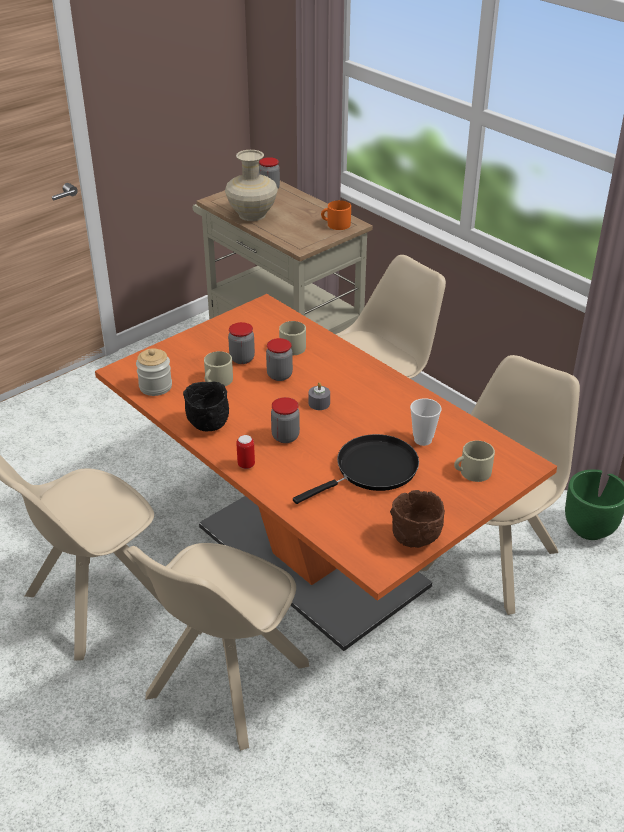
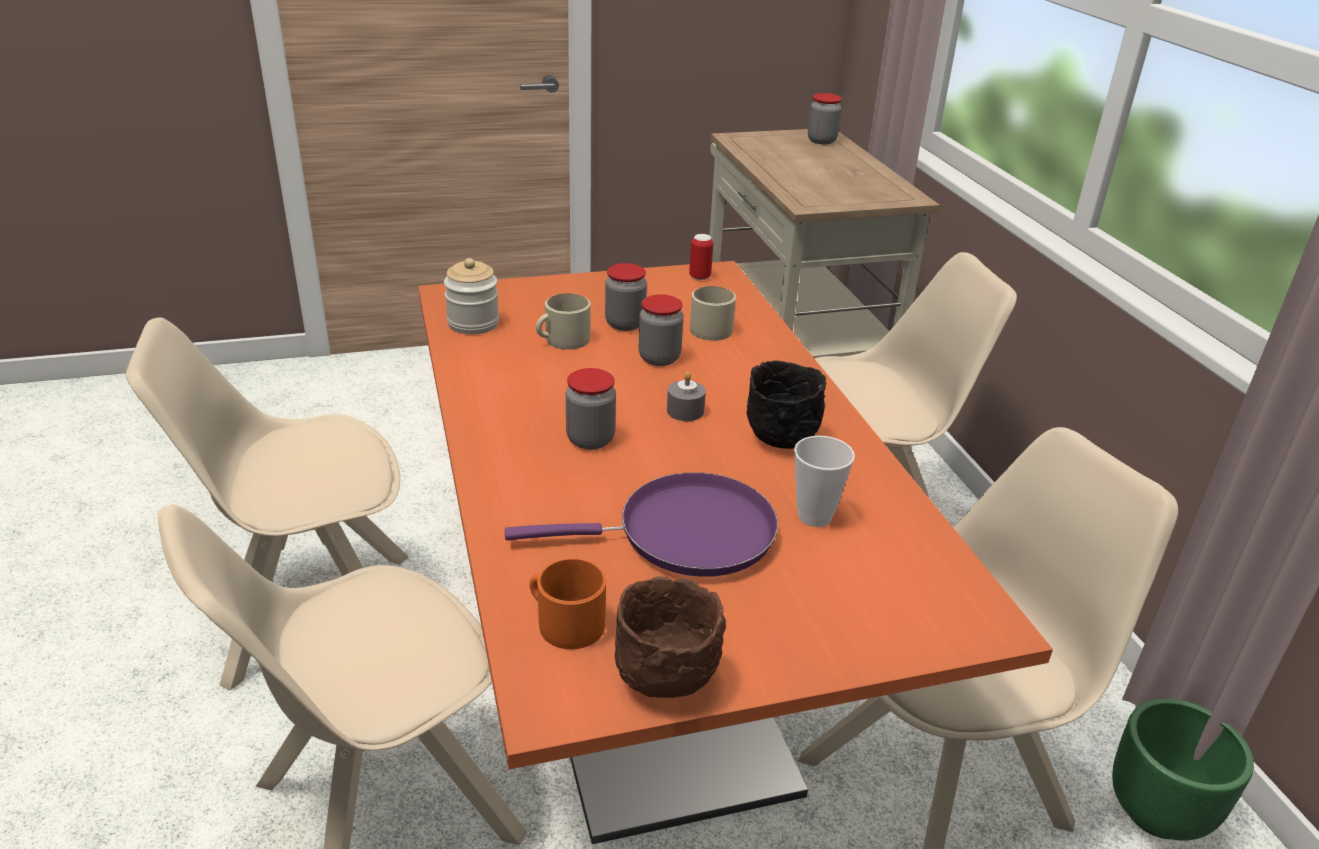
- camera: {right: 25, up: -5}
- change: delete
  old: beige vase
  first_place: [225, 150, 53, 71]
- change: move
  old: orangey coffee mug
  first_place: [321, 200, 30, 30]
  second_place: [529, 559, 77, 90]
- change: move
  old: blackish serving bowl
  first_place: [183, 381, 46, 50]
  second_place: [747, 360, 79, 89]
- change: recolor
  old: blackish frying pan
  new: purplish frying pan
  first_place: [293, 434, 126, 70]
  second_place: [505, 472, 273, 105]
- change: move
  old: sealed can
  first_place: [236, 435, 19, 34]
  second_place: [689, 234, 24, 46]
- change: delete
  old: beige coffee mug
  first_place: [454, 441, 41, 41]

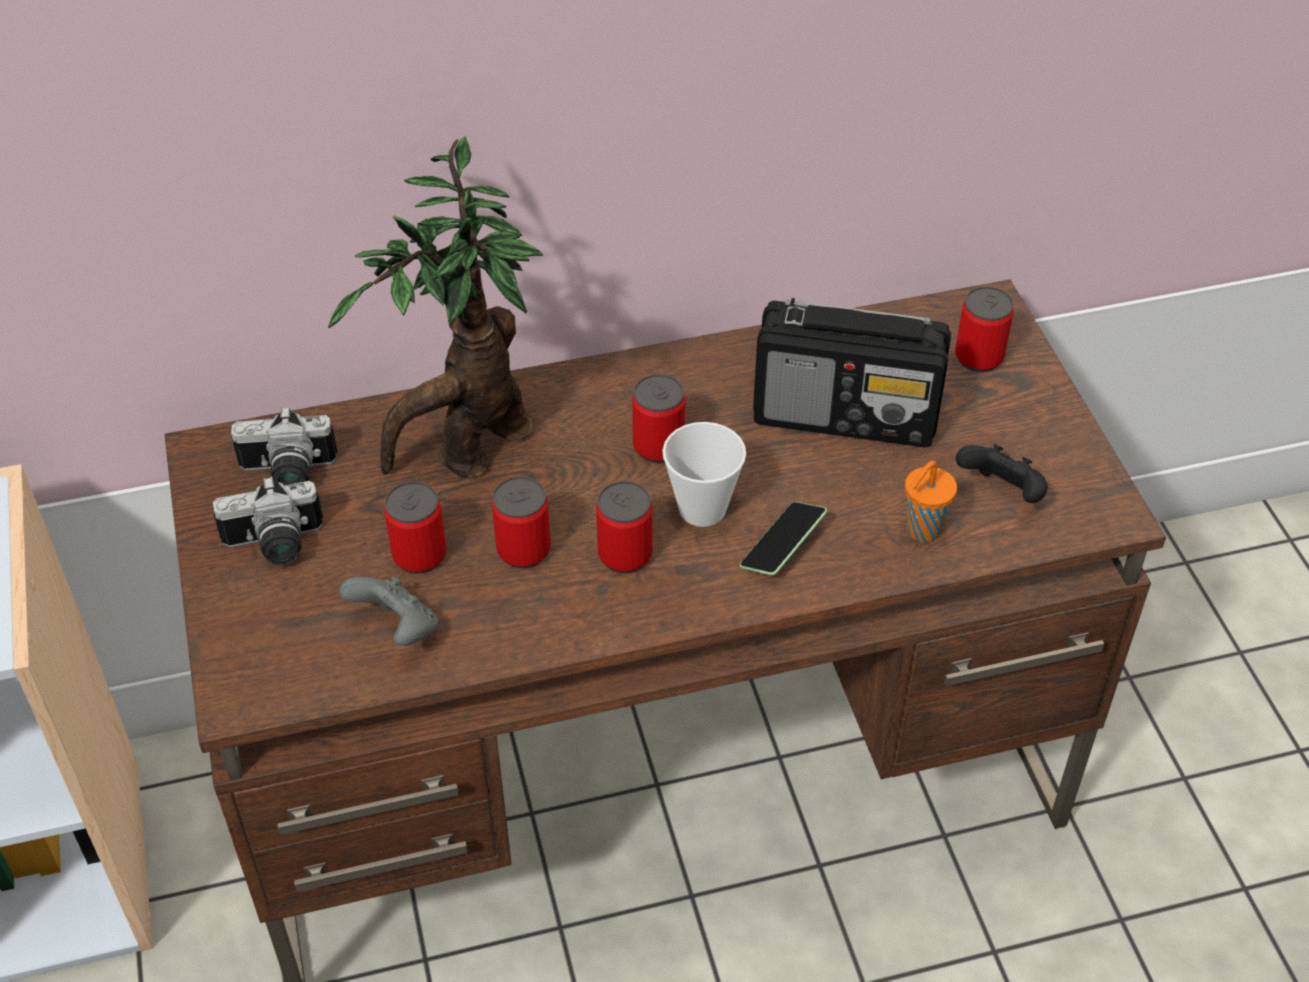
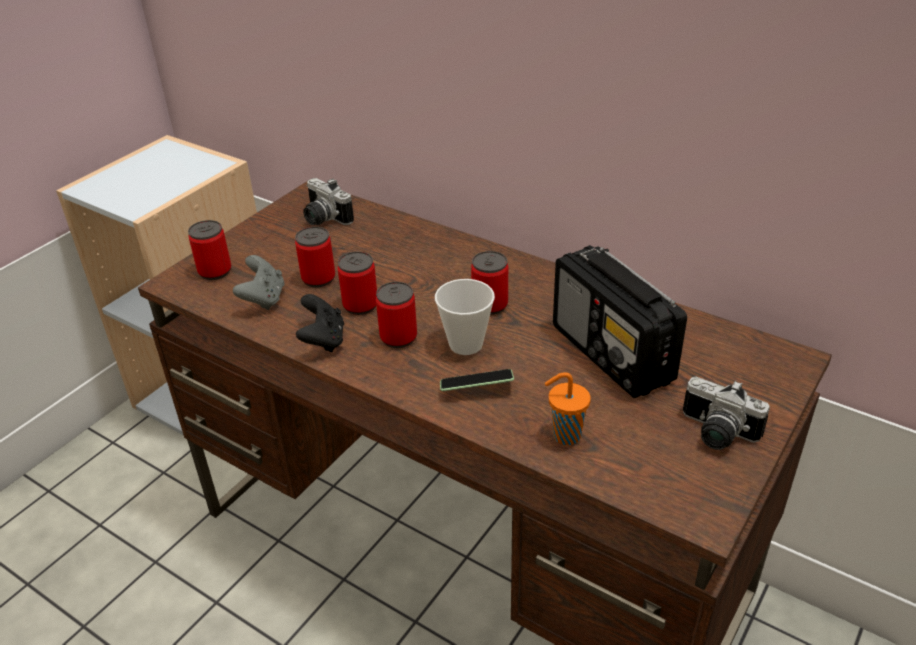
- camera: {right: 50, up: -10}
- change: delete
  old: plant in a pot
  first_place: [328, 136, 215, 342]
- change: move
  old: sealed can
  first_place: [955, 286, 59, 86]
  second_place: [188, 220, 43, 60]
- change: move
  old: blackish joypad
  first_place: [956, 444, 92, 59]
  second_place: [296, 294, 48, 58]
- change: move
  old: still camera
  first_place: [213, 476, 110, 89]
  second_place: [683, 377, 87, 73]

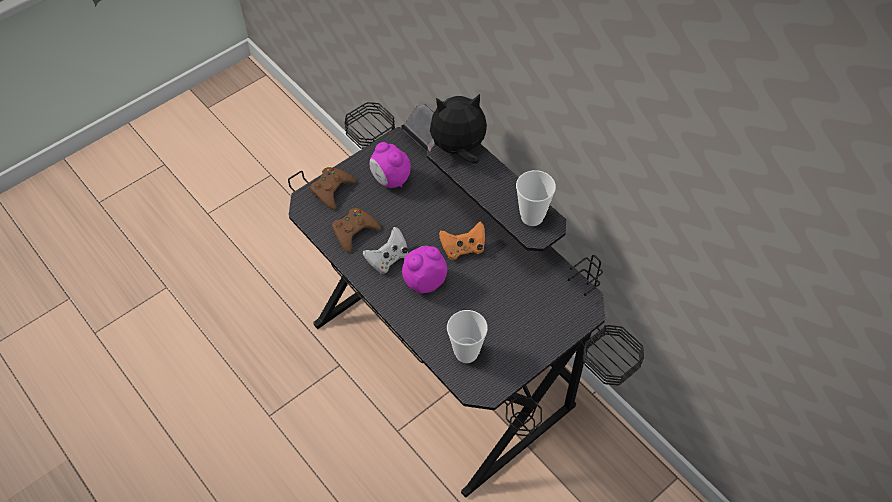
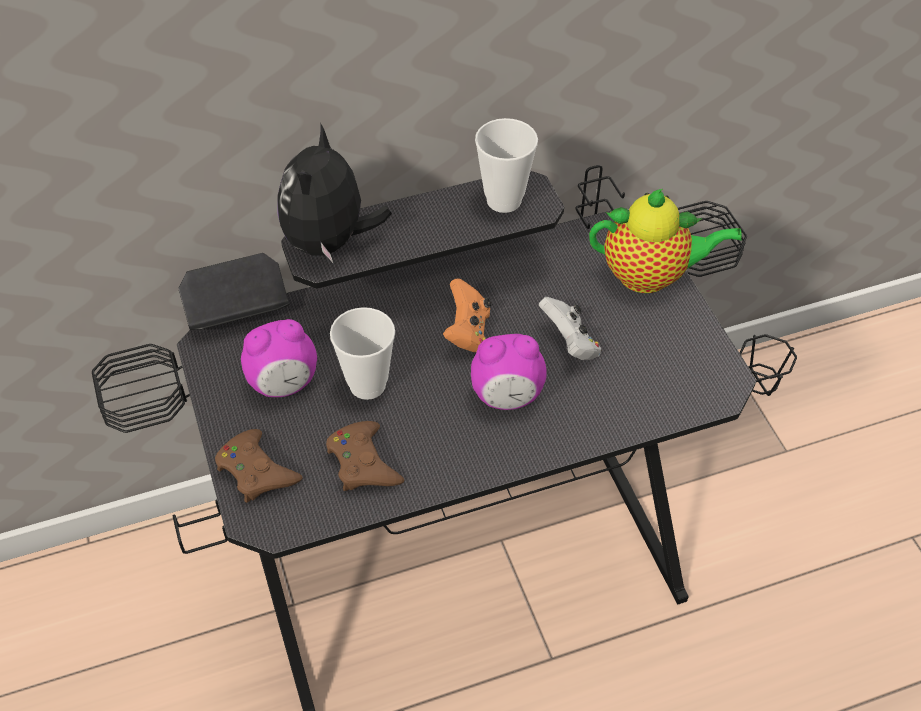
- camera: {right: -70, up: -5}
- change: move
  old: white joypad
  first_place: [363, 227, 45, 46]
  second_place: [538, 297, 63, 63]
- change: rotate
  old: bedside clock
  first_place: [402, 246, 45, 47]
  second_place: [471, 334, 76, 76]
  degrees: -90
- change: move
  old: small cup
  first_place: [447, 310, 41, 53]
  second_place: [330, 307, 65, 93]
- change: insert
  new: teapot
  second_place: [589, 189, 153, 104]

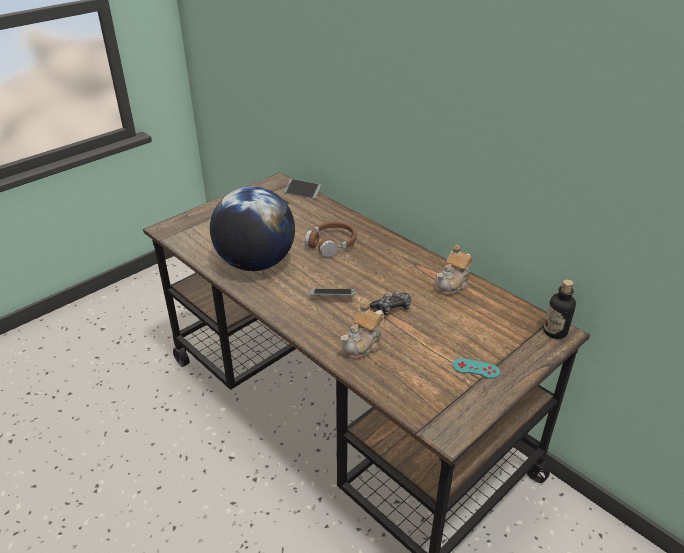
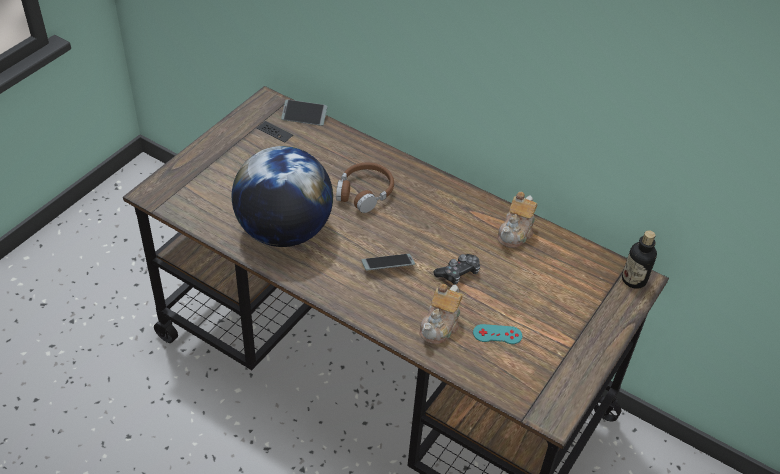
- camera: {right: -15, up: 10}
- change: move
  old: blue-green joypad
  first_place: [453, 358, 47, 21]
  second_place: [473, 324, 49, 20]

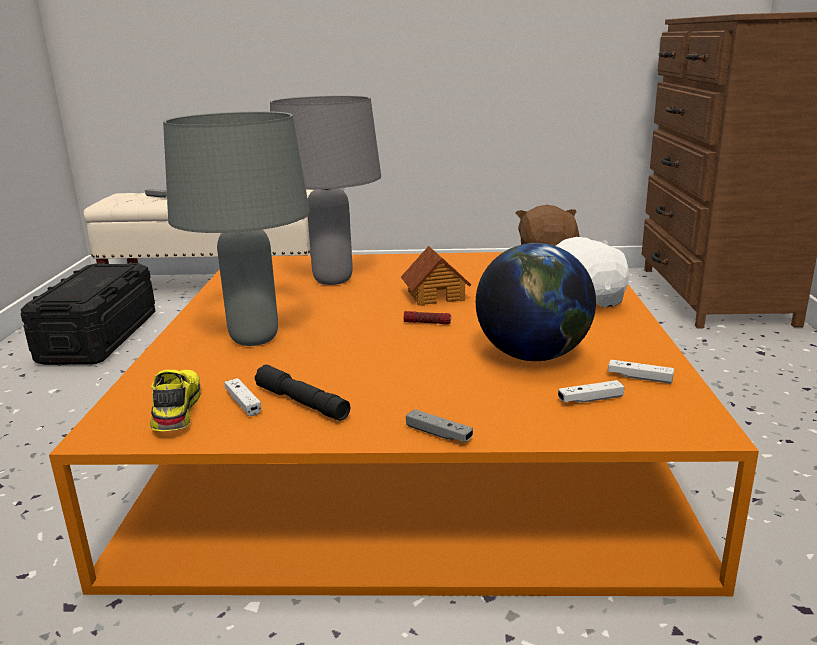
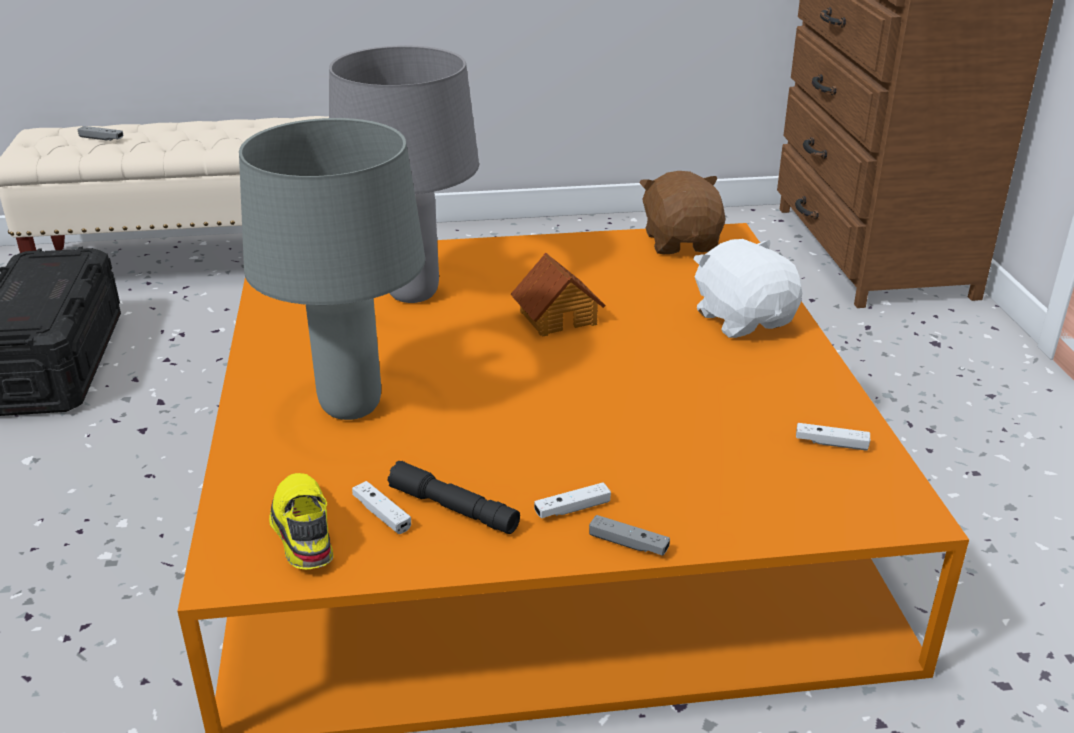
- camera: {right: -10, up: 10}
- change: delete
  old: desk globe
  first_place: [476, 243, 120, 118]
- change: delete
  old: hand torch
  first_place: [404, 311, 47, 14]
- change: move
  old: white joypad
  first_place: [558, 380, 66, 23]
  second_place: [534, 483, 77, 35]

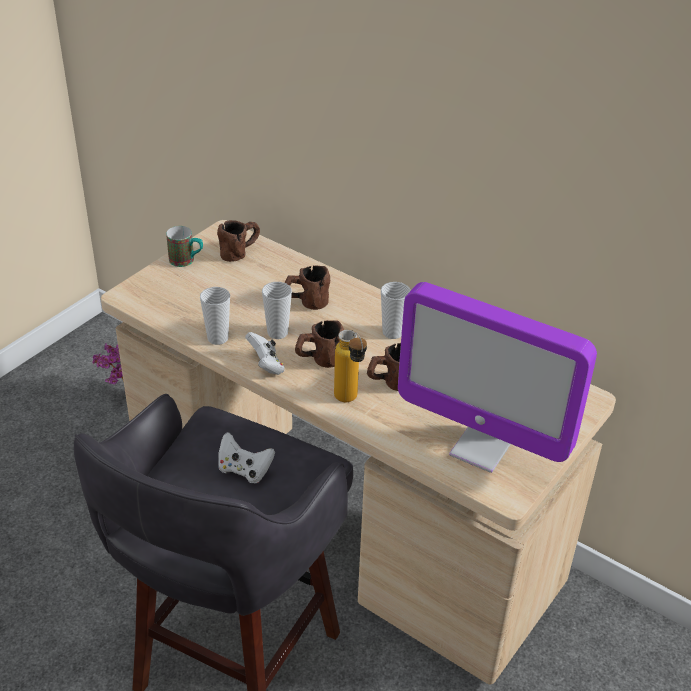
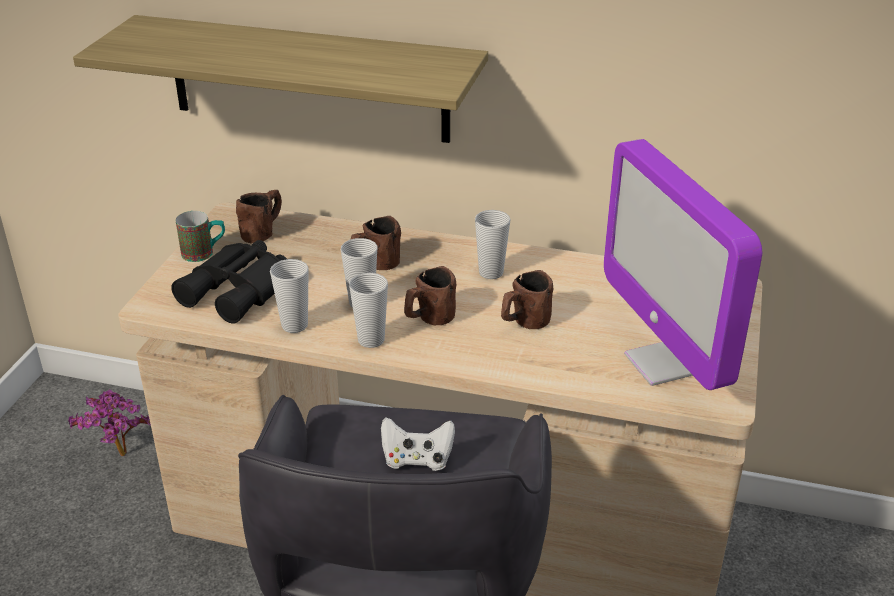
- camera: {right: -20, up: -5}
- change: rotate
  old: computer screen
  first_place: [398, 282, 199, 191]
  second_place: [604, 139, 158, 251]
  degrees: 60
- change: delete
  old: bottle
  first_place: [334, 330, 33, 72]
- change: replace
  old: white joypad
  new: small cup
  first_place: [245, 332, 40, 43]
  second_place: [349, 273, 39, 75]
- change: insert
  new: shelf
  second_place: [73, 15, 415, 128]
- change: insert
  new: blackish pair of binoculars
  second_place: [171, 240, 116, 84]

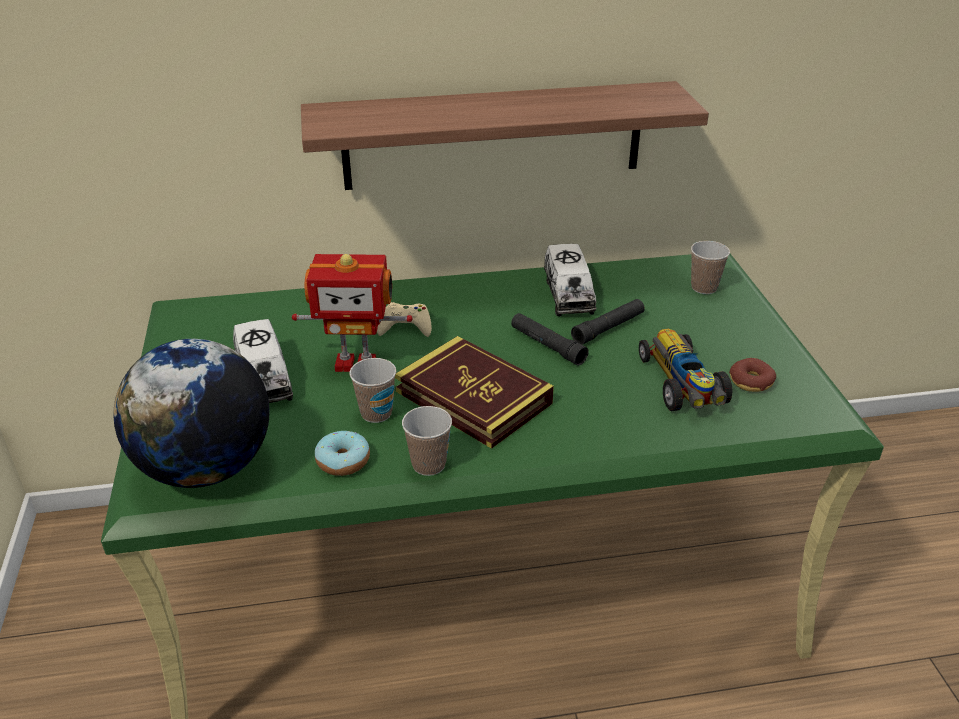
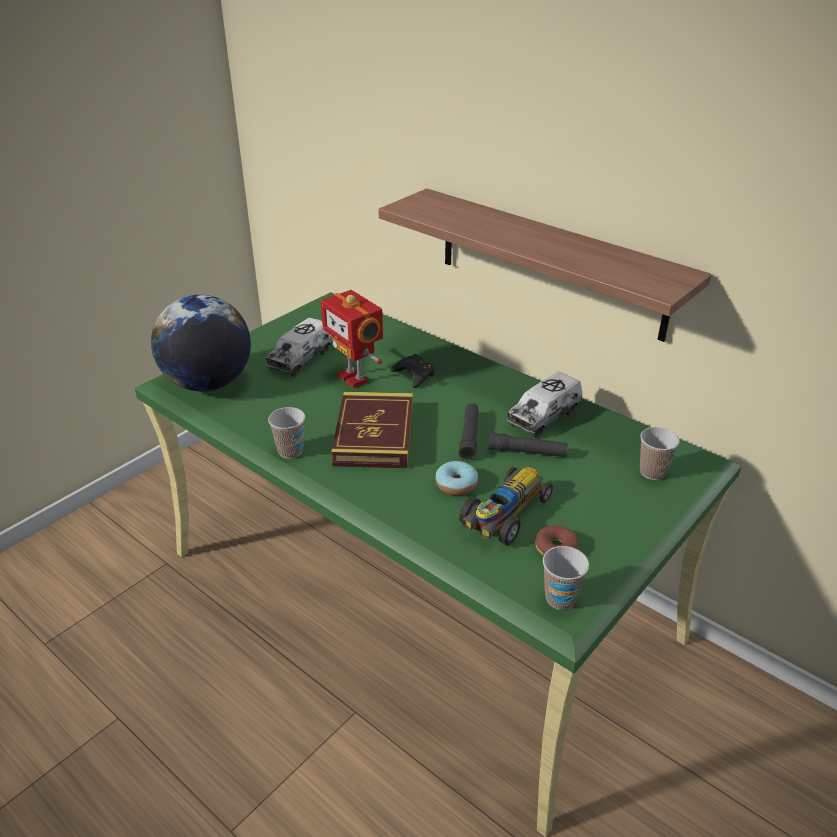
- camera: {right: 50, up: 0}
- change: recolor
  old: beige joypad
  new: blackish joypad
  first_place: [377, 302, 55, 35]
  second_place: [391, 354, 44, 34]
- change: move
  old: small cup
  first_place: [349, 358, 47, 65]
  second_place: [543, 546, 46, 64]
- change: move
  old: ring doughnut
  first_place: [315, 431, 55, 45]
  second_place: [435, 461, 43, 35]

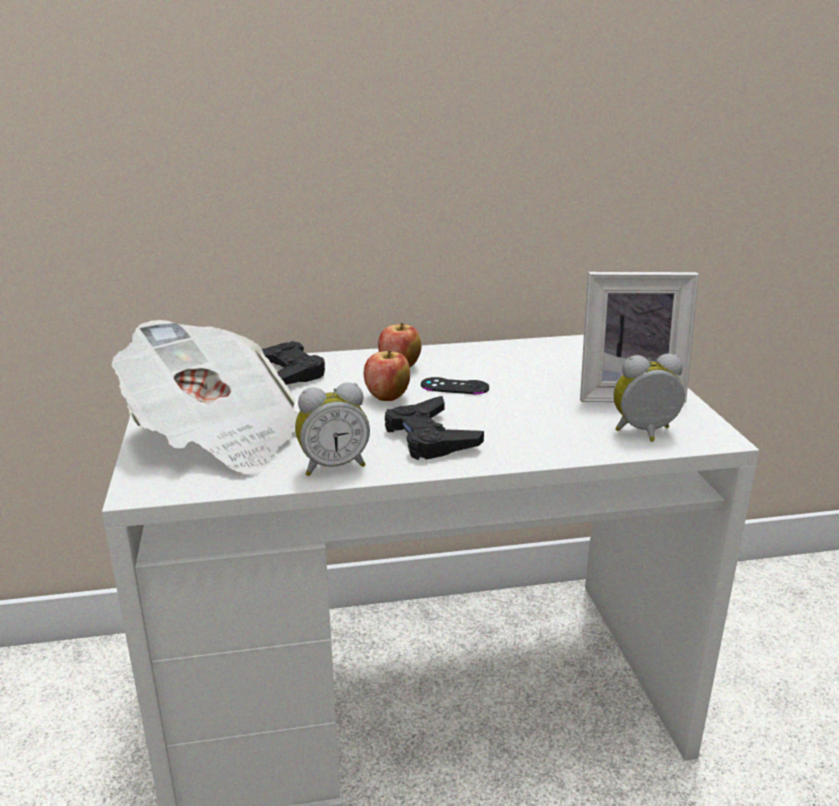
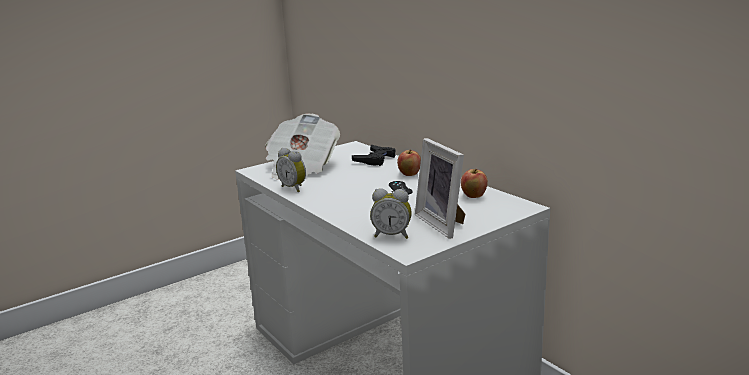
- camera: {right: 65, up: -5}
- change: move
  old: apple
  first_place: [364, 350, 46, 51]
  second_place: [461, 169, 27, 29]
- change: rotate
  old: bedside clock
  first_place: [614, 354, 71, 88]
  second_place: [370, 188, 42, 51]
  degrees: 135
- change: delete
  old: blackish joypad
  first_place: [385, 396, 99, 64]

